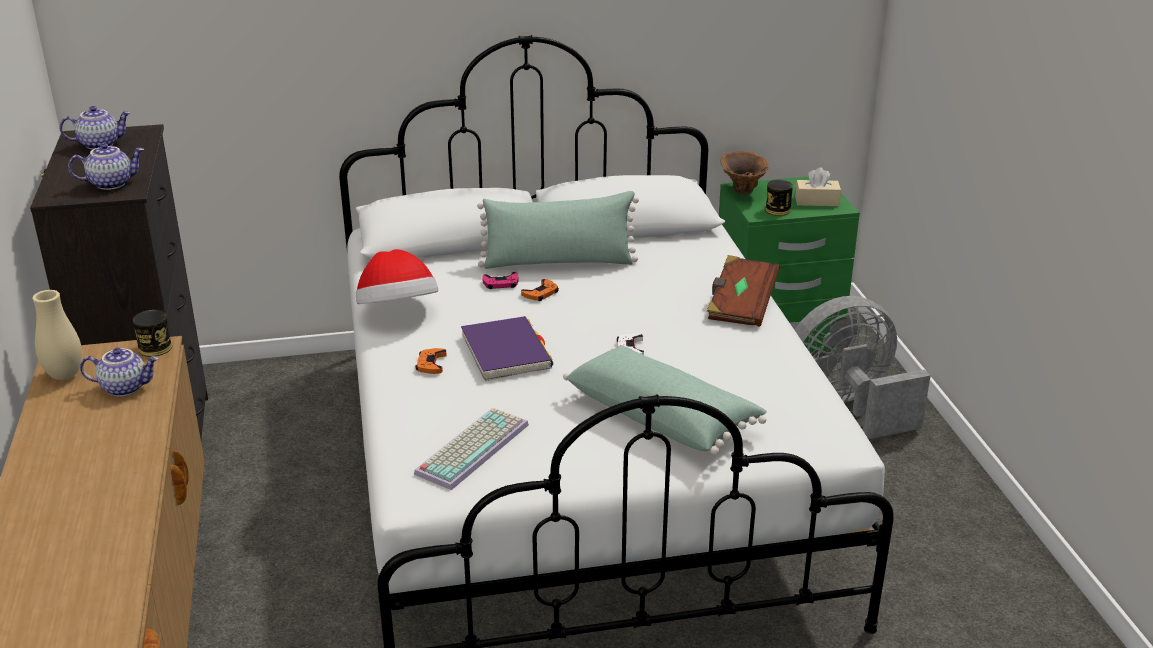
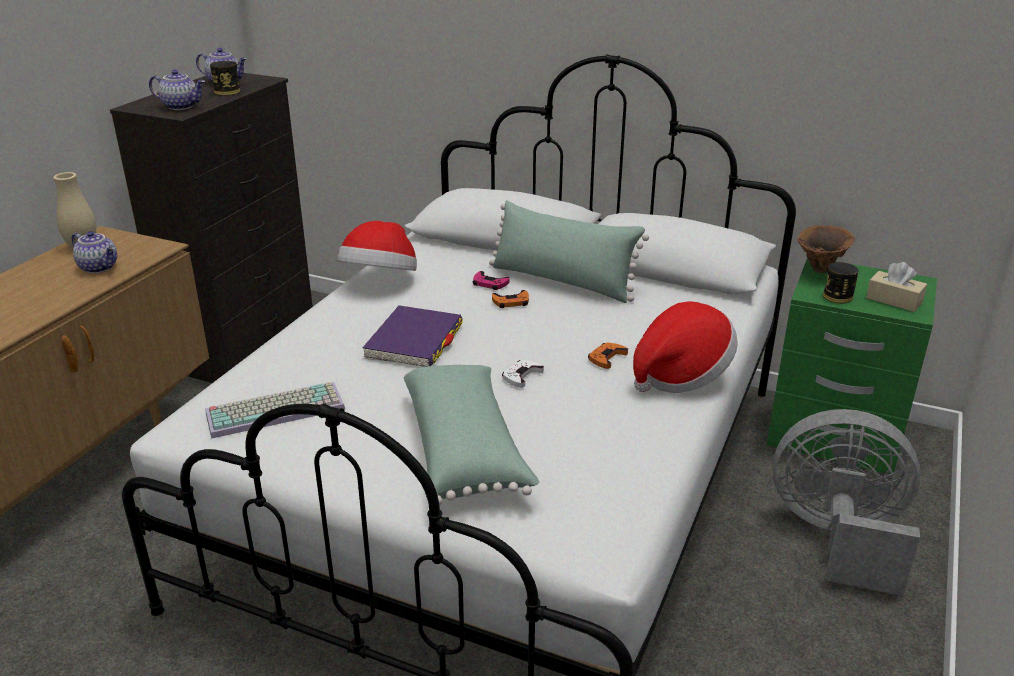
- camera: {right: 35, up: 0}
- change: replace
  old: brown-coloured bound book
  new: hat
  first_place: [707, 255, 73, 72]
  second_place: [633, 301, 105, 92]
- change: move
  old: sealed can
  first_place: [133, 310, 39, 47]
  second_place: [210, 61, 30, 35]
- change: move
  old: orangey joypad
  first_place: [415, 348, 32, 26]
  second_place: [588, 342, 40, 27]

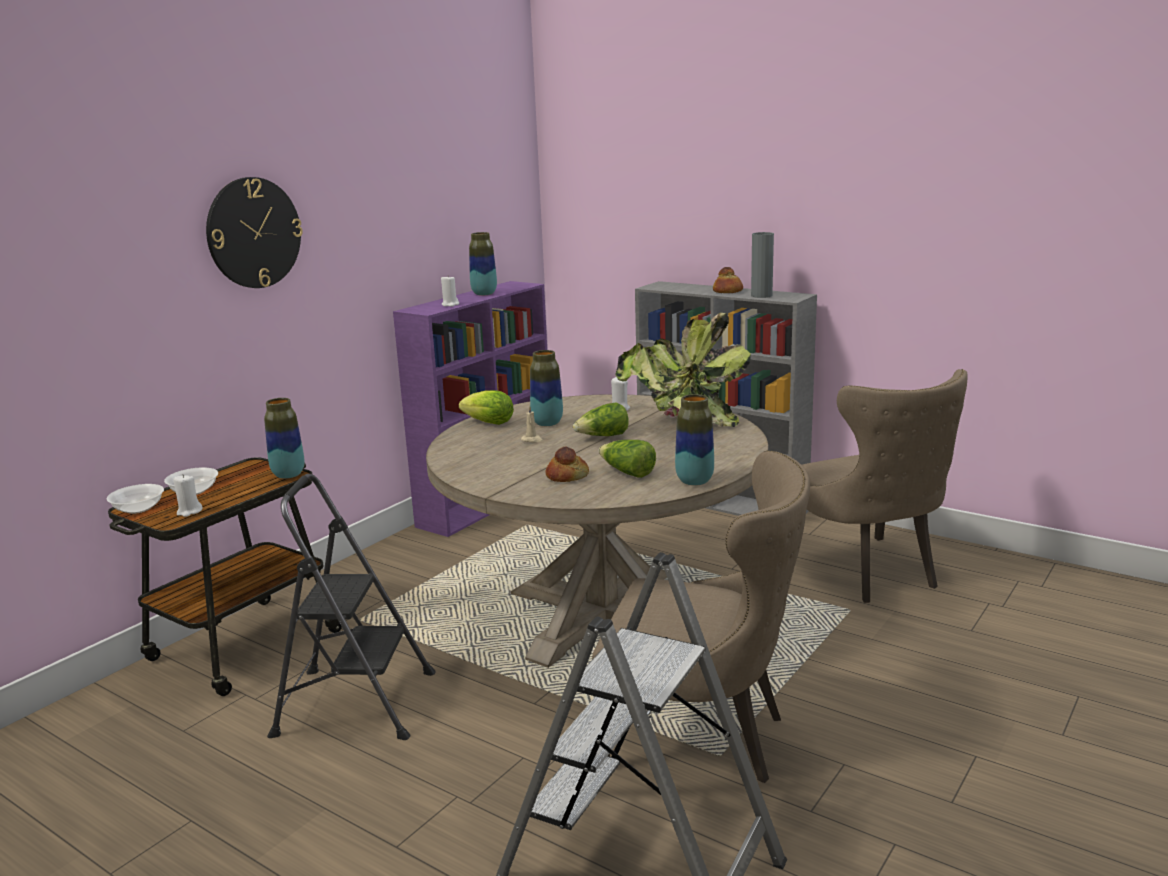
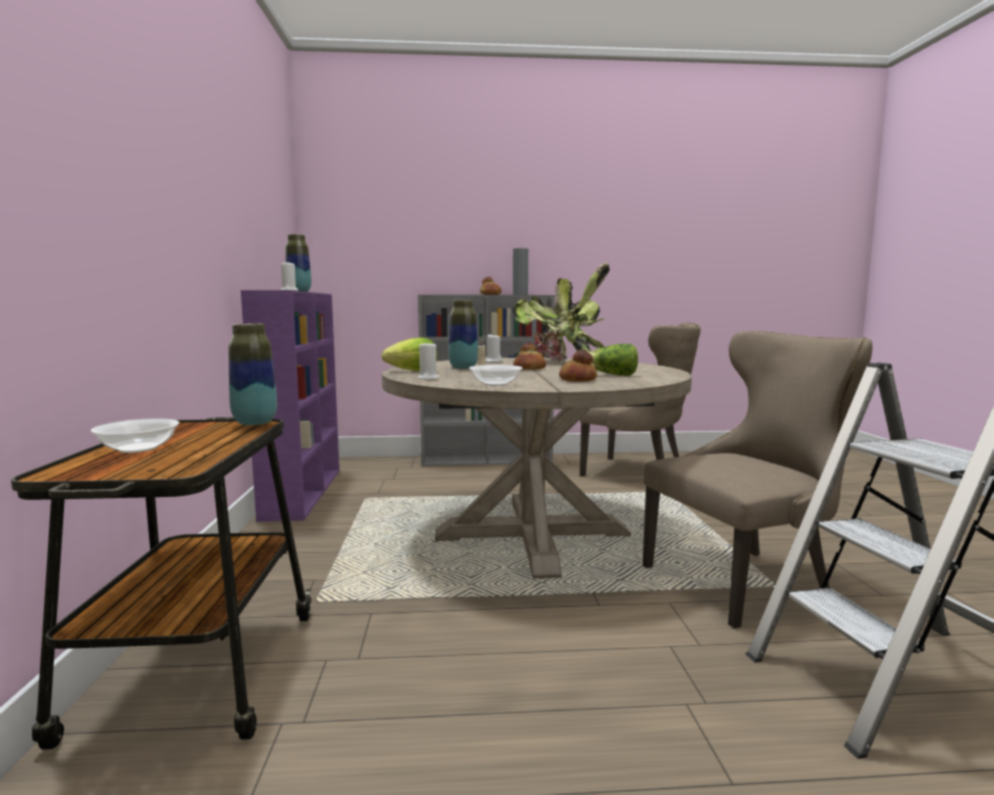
- camera: {right: -40, up: -10}
- change: delete
  old: hanging clock
  first_place: [206, 177, 97, 111]
- change: delete
  old: vase
  first_place: [675, 394, 39, 92]
- change: replace
  old: lettuce
  new: bakery bread
  first_place: [573, 402, 56, 34]
  second_place: [513, 343, 33, 27]
- change: move
  old: white candle
  first_place: [173, 474, 30, 43]
  second_place: [418, 343, 21, 37]
- change: delete
  old: blackish step stool
  first_place: [267, 474, 169, 266]
- change: move
  old: serving bowl
  first_place: [107, 484, 57, 30]
  second_place: [469, 365, 53, 21]

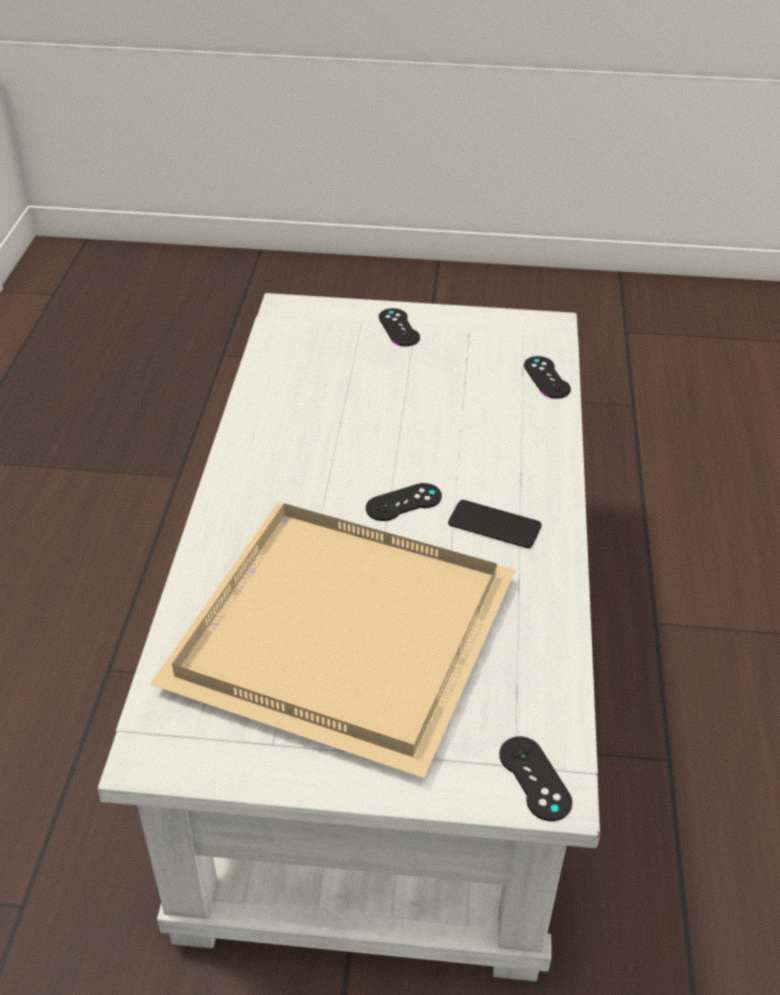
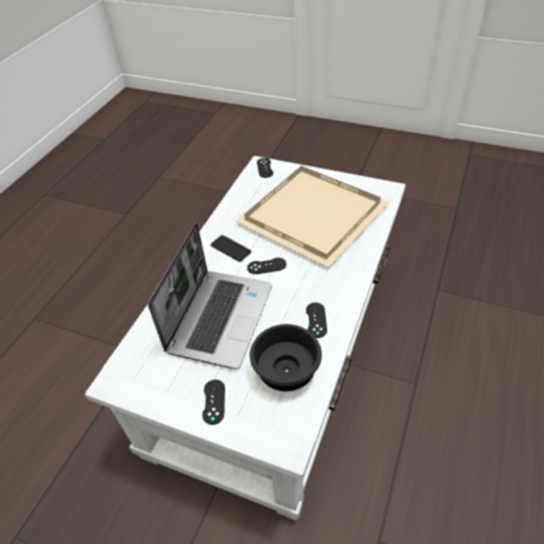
- camera: {right: -160, up: 5}
- change: move
  old: blackish joypad
  first_place: [524, 356, 47, 43]
  second_place: [306, 302, 21, 36]
- change: insert
  new: notebook computer
  second_place: [148, 222, 124, 147]
- change: insert
  new: blackish serving bowl
  second_place: [250, 324, 72, 67]

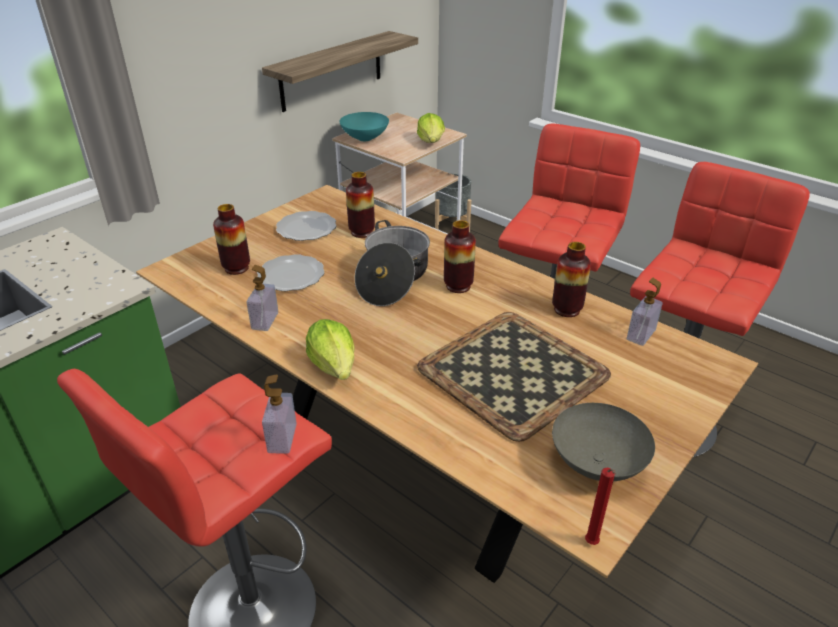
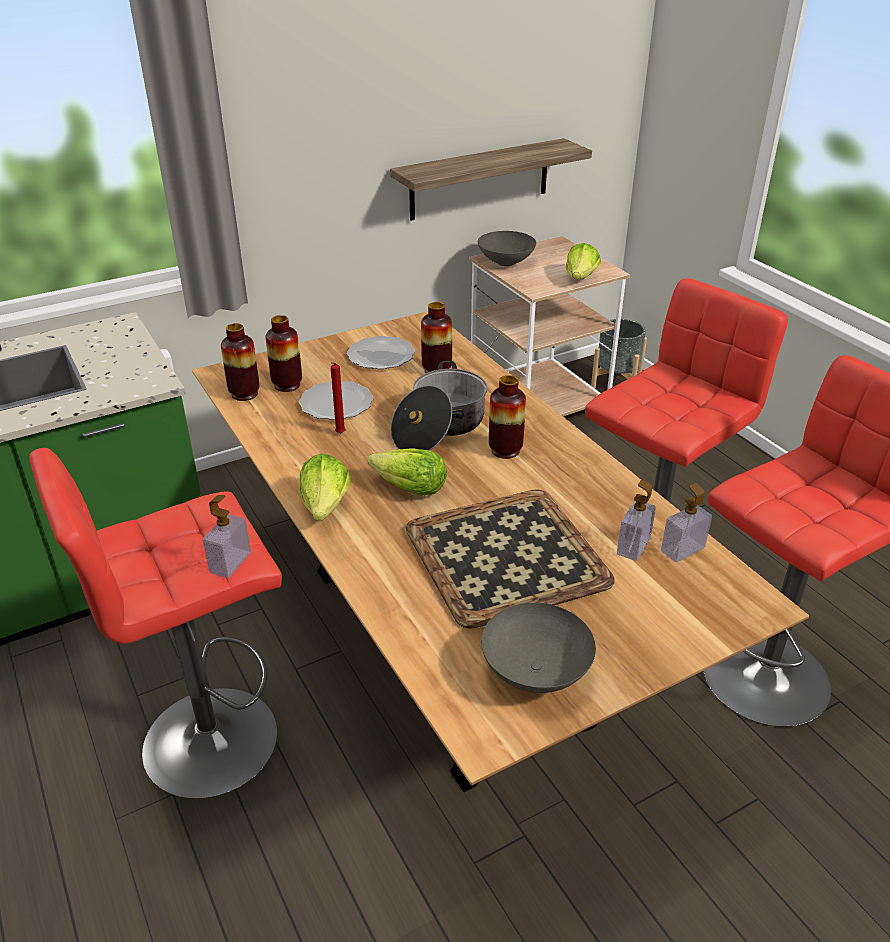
- camera: {right: 20, up: 0}
- change: recolor
  old: blue-green serving bowl
  new: greyish serving bowl
  first_place: [340, 112, 49, 29]
  second_place: [478, 231, 58, 35]
- change: move
  old: vase
  first_place: [552, 242, 39, 75]
  second_place: [221, 323, 38, 78]
- change: move
  old: soap dispenser
  first_place: [247, 265, 31, 66]
  second_place: [617, 480, 39, 81]
- change: move
  old: reddish candle
  first_place: [585, 468, 31, 77]
  second_place: [331, 362, 15, 72]
- change: insert
  new: lettuce
  second_place: [368, 448, 79, 48]

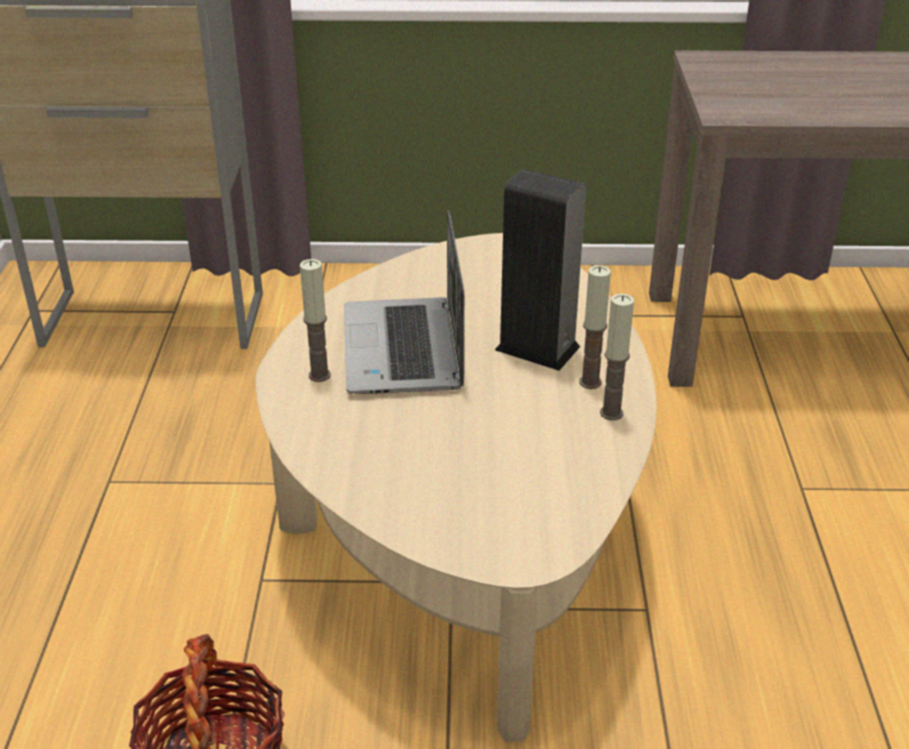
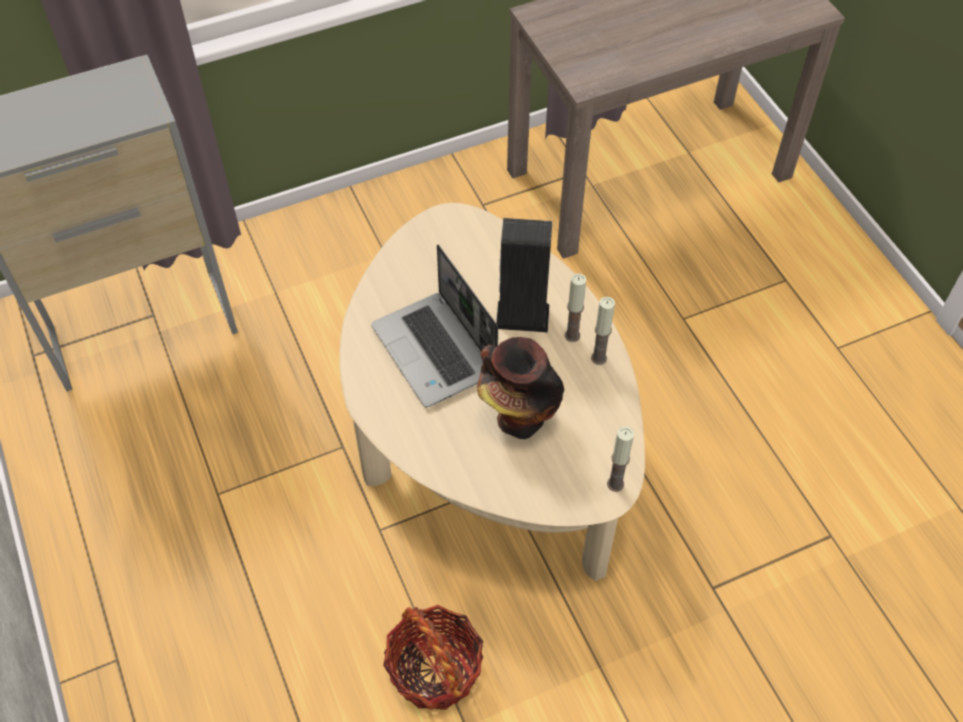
- camera: {right: -25, up: 20}
- change: move
  old: candle
  first_place: [300, 259, 31, 123]
  second_place: [607, 426, 27, 66]
- change: insert
  new: vase
  second_place: [477, 337, 87, 102]

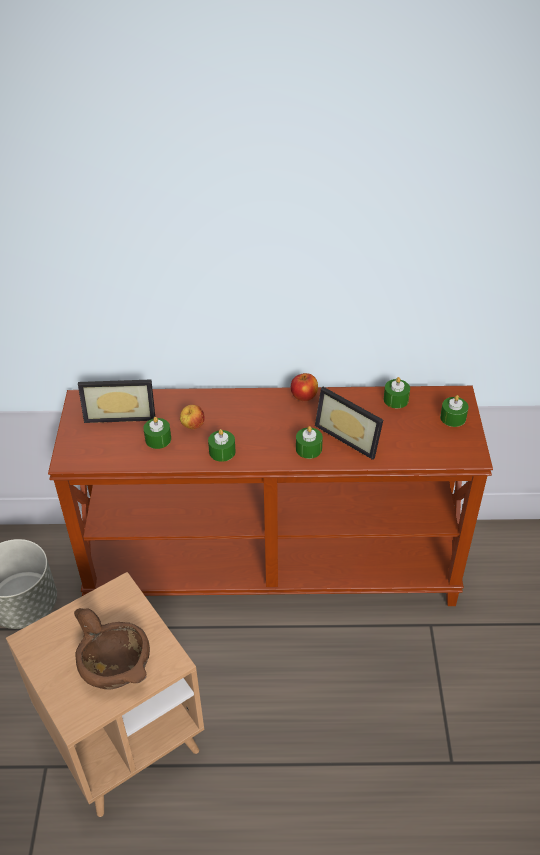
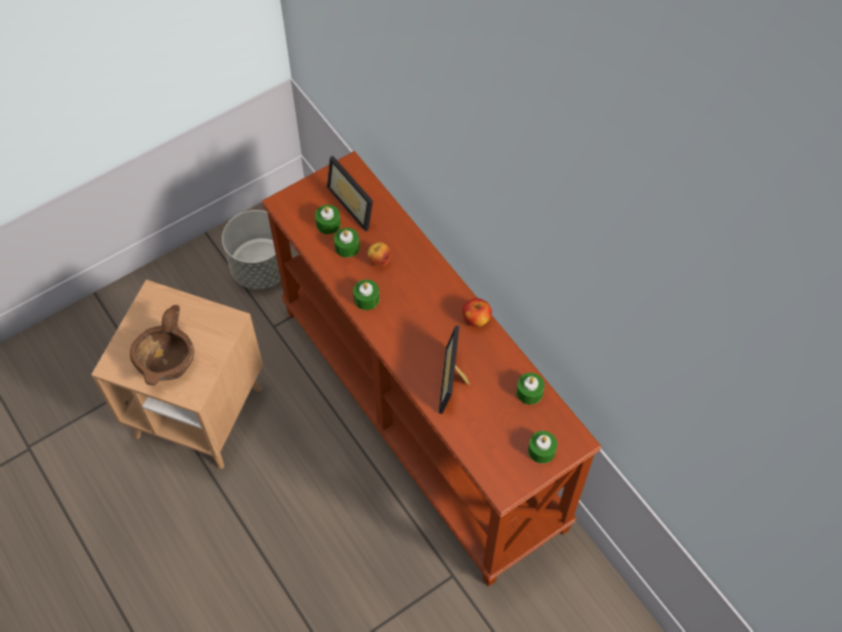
- camera: {right: 55, up: 15}
- change: move
  old: green candle
  first_place: [296, 426, 27, 33]
  second_place: [315, 205, 26, 29]

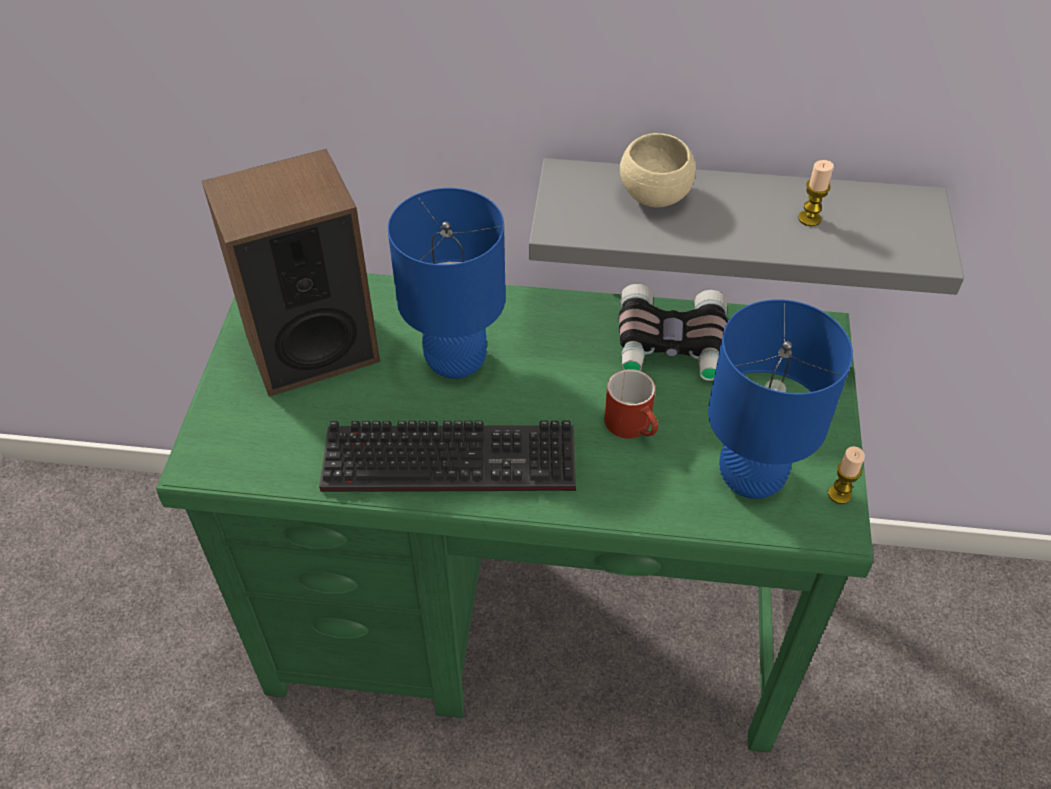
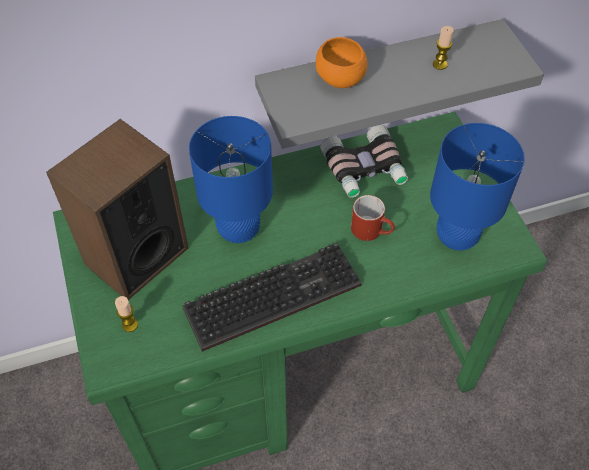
- camera: {right: -25, up: 5}
- change: recolor
  old: beige serving bowl
  new: orangey serving bowl
  first_place: [620, 133, 76, 75]
  second_place: [316, 37, 52, 51]
- change: move
  old: candle
  first_place: [828, 446, 37, 58]
  second_place: [115, 296, 23, 36]

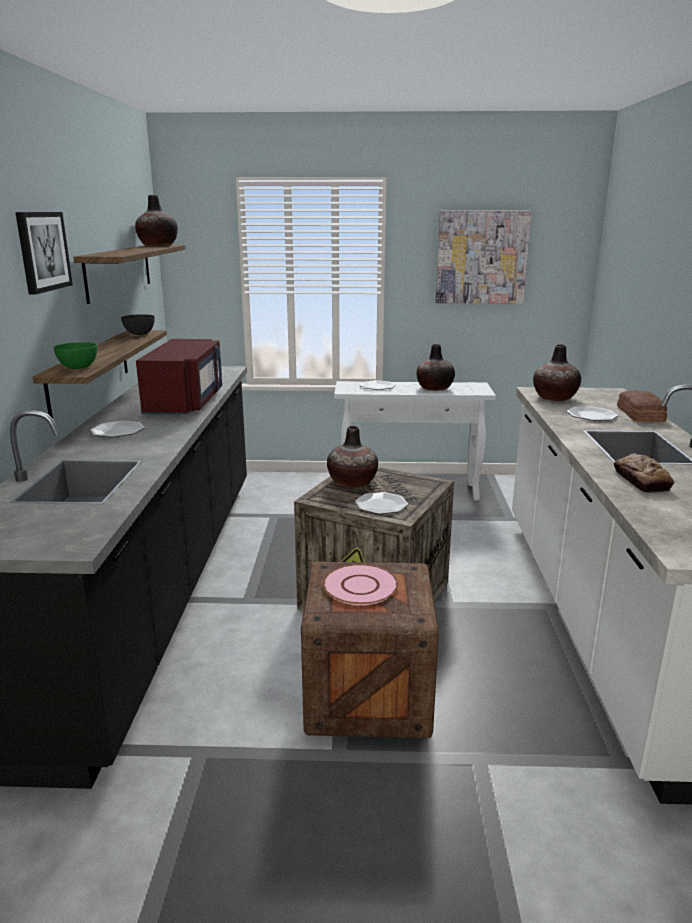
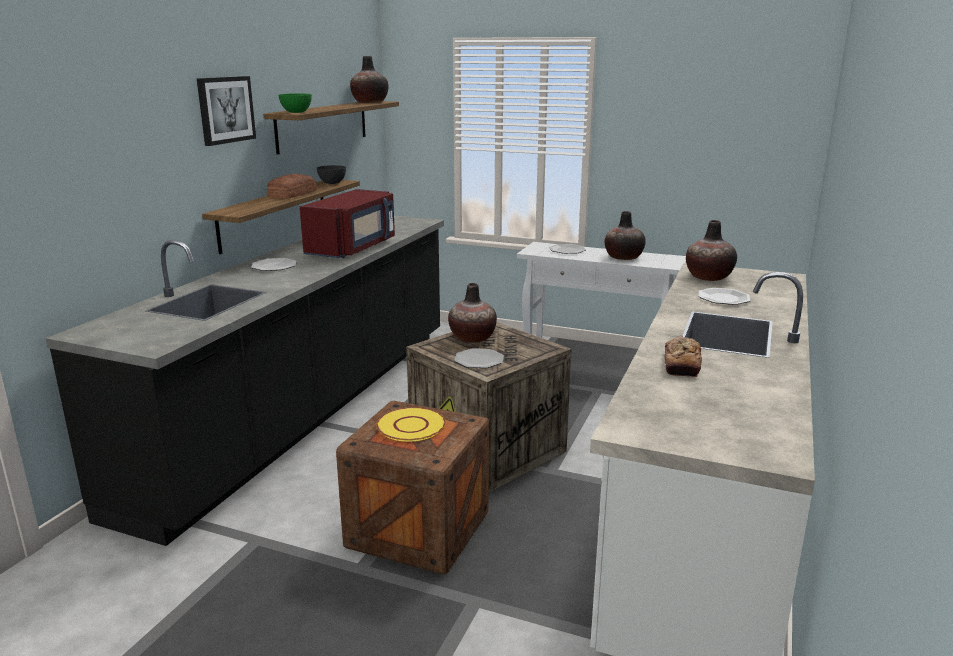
- camera: {right: 20, up: 0}
- change: delete
  old: wall picture
  first_place: [436, 210, 96, 94]
- change: move
  old: green serving bowl
  first_place: [53, 342, 44, 27]
  second_place: [278, 94, 34, 19]
- change: move
  old: bakery bread
  first_place: [617, 390, 50, 32]
  second_place: [267, 173, 50, 26]
- change: recolor
  old: pink flat dish
  new: yellow flat dish
  first_place: [323, 564, 75, 41]
  second_place: [376, 407, 70, 35]

